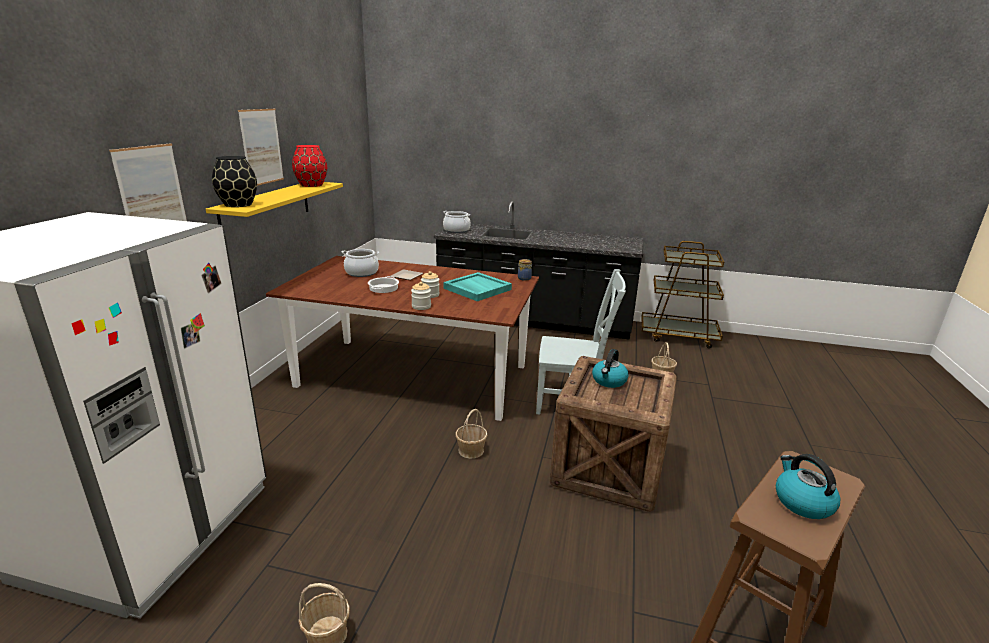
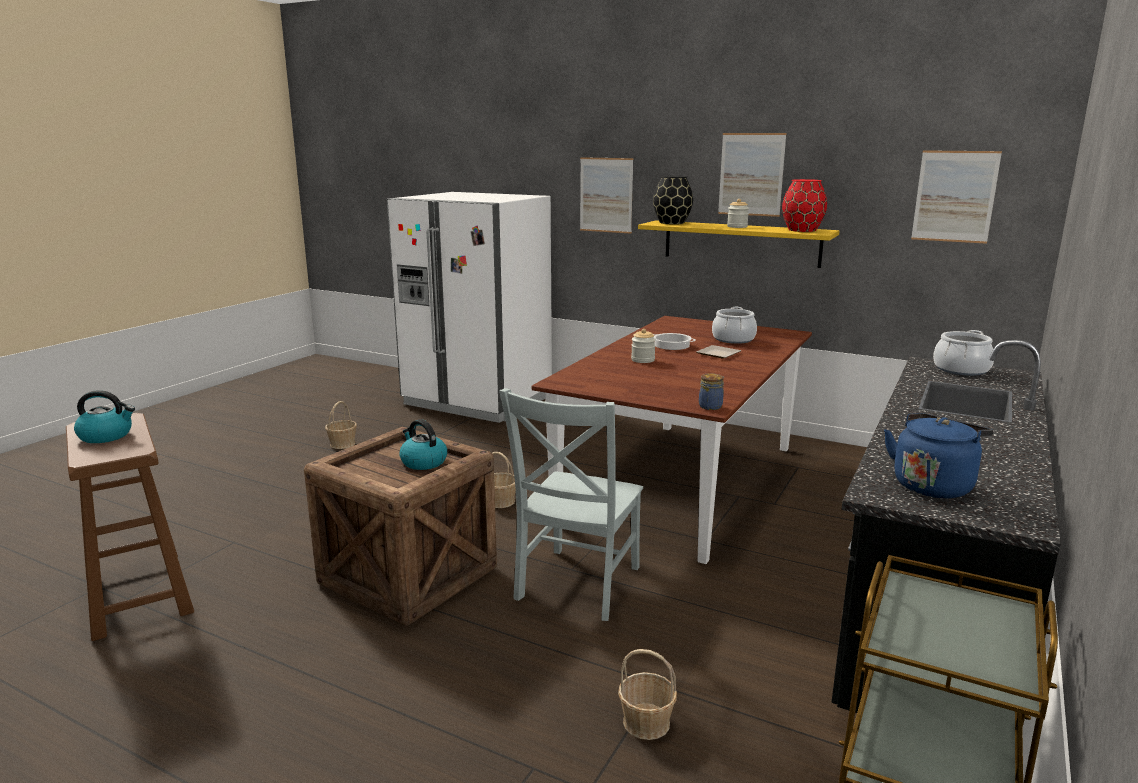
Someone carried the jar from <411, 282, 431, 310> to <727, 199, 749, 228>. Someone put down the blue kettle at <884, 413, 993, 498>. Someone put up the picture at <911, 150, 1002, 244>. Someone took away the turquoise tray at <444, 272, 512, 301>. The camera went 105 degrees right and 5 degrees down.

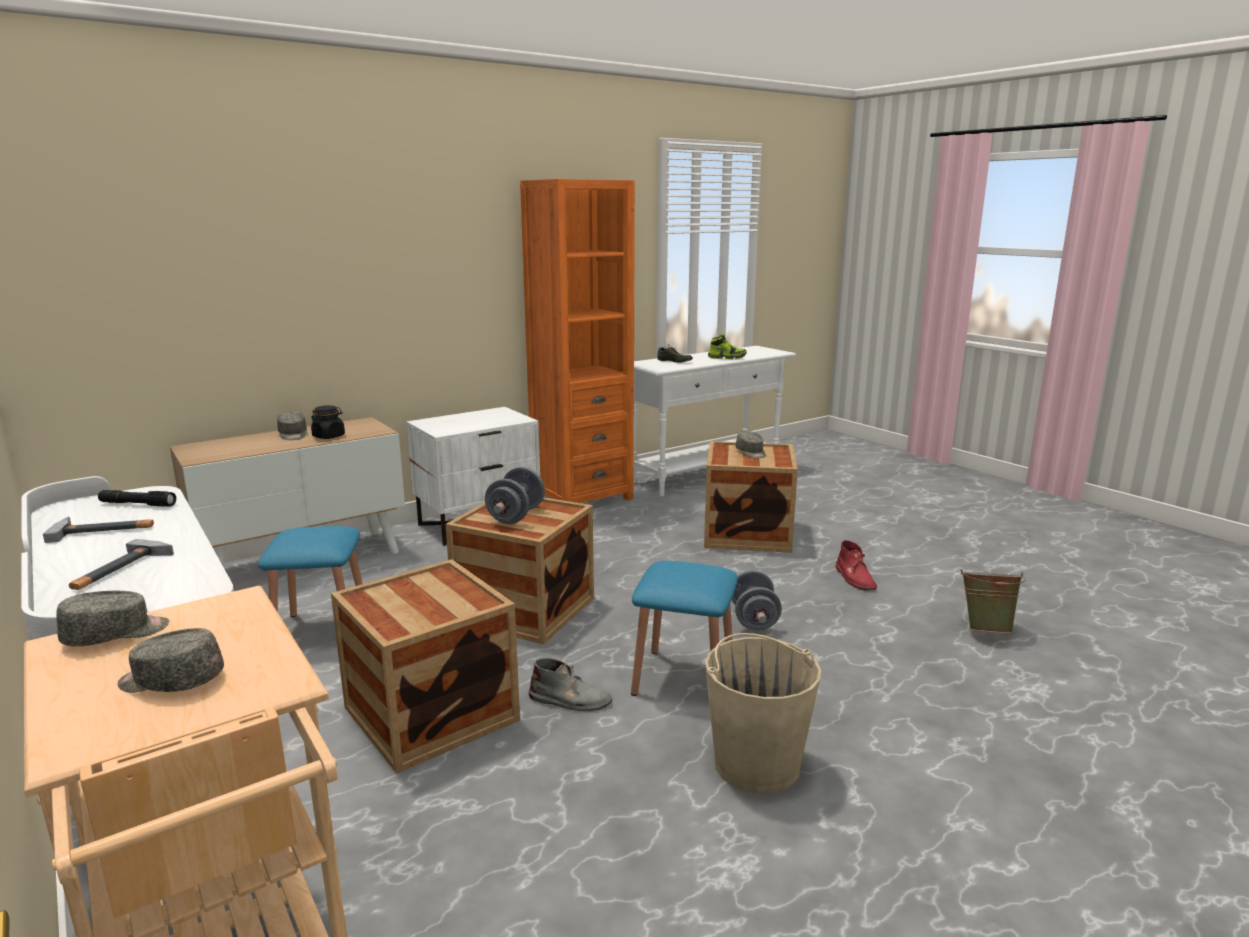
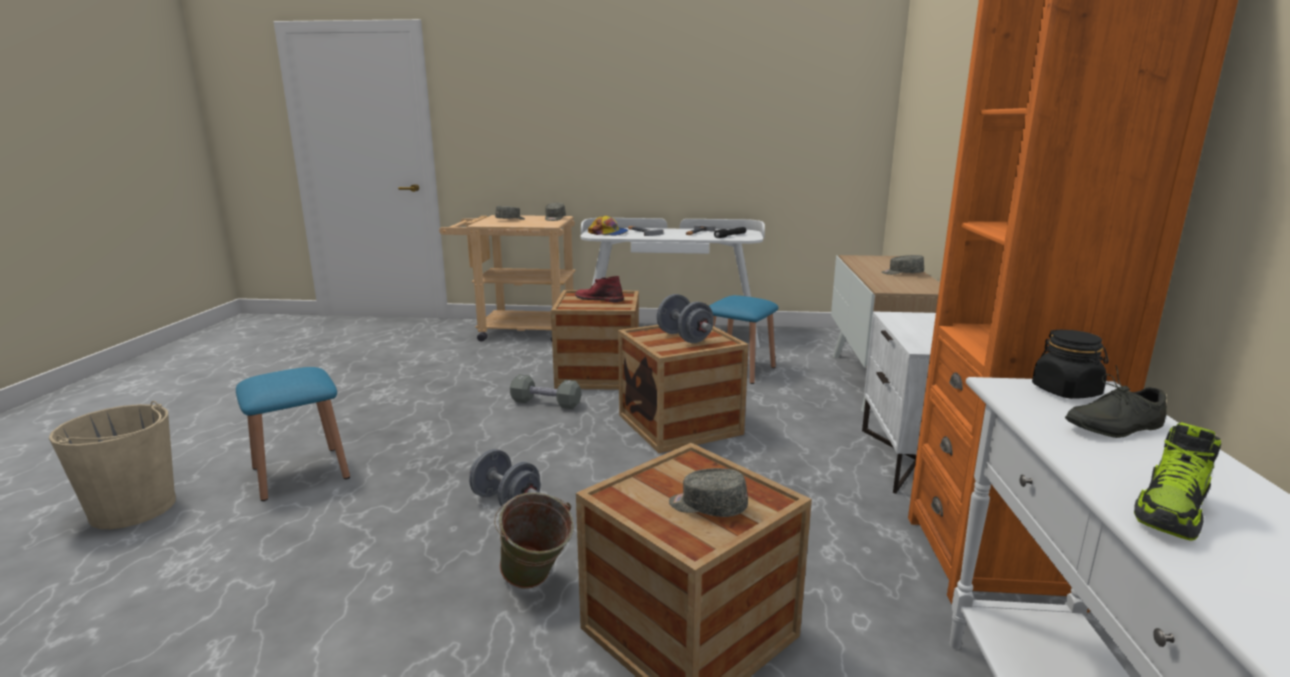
Someone carried the beige bucket from <705, 633, 821, 793> to <49, 401, 176, 529>. Someone carried the blue stool from <631, 561, 738, 696> to <236, 367, 350, 501>. Someone carried the green bucket from <961, 569, 1026, 633> to <494, 492, 574, 589>. Someone swapped the grey boot at <529, 658, 612, 711> for the grey dumbbell at <510, 374, 581, 409>. Someone carried the red boot from <836, 540, 877, 591> to <575, 276, 624, 302>. Someone put down the cap at <588, 216, 628, 236>. Someone carried the black jar from <311, 405, 345, 439> to <1032, 329, 1109, 399>. The camera went 130 degrees right and 0 degrees up.

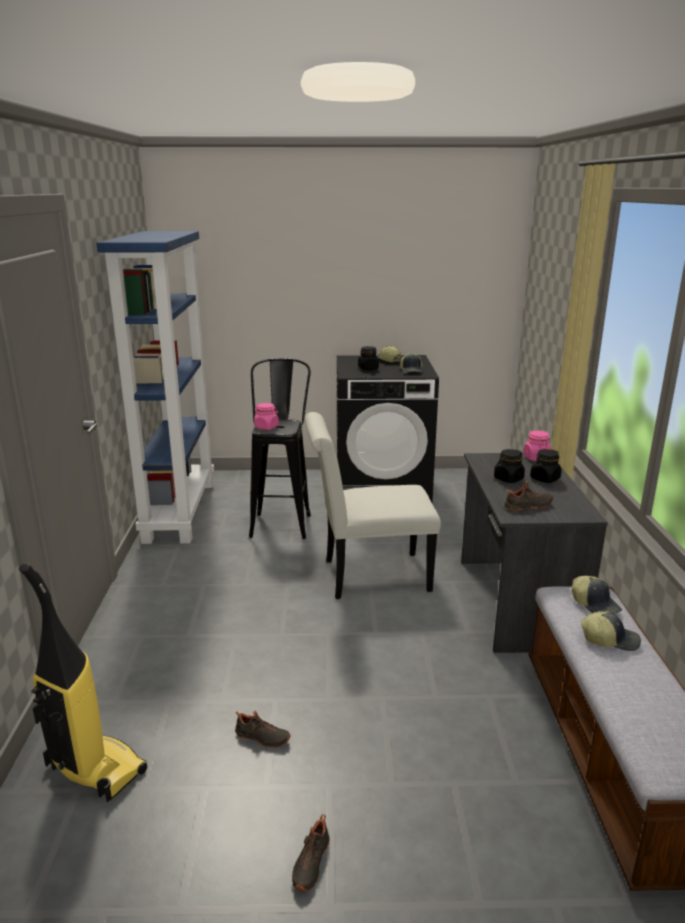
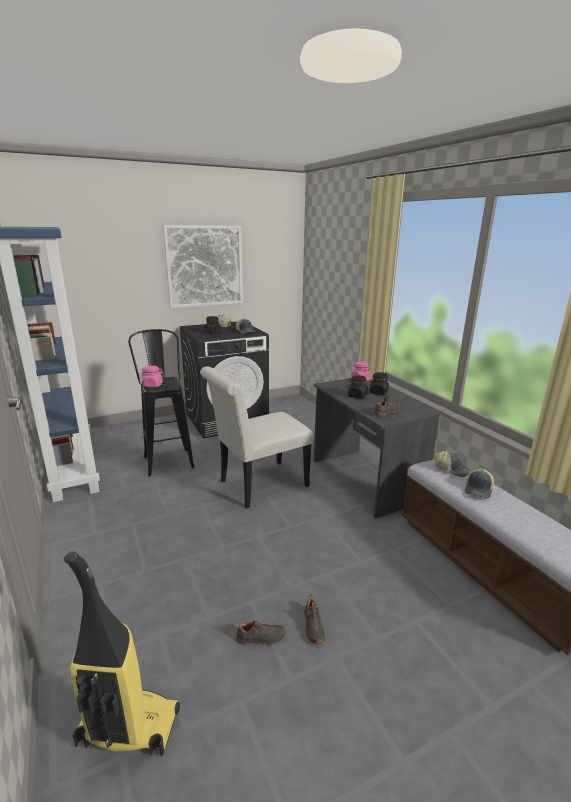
Someone put up the picture at <163, 225, 243, 308>. Someone carried the black shoe from <292, 814, 330, 891> to <304, 594, 325, 644>. Someone rotated the cap at <581, 611, 641, 651> by 135 degrees clockwise. The camera went 25 degrees left and 0 degrees up.

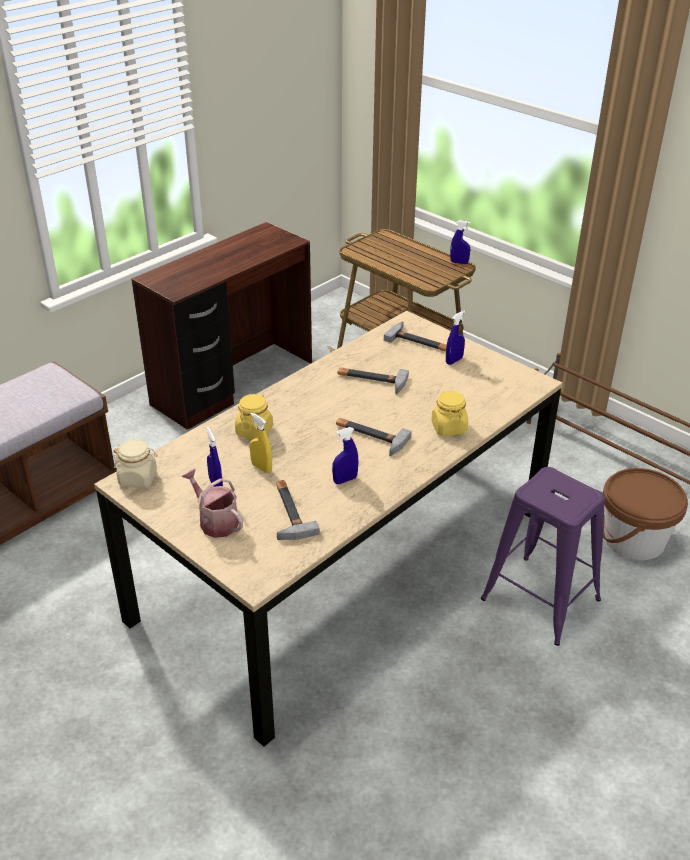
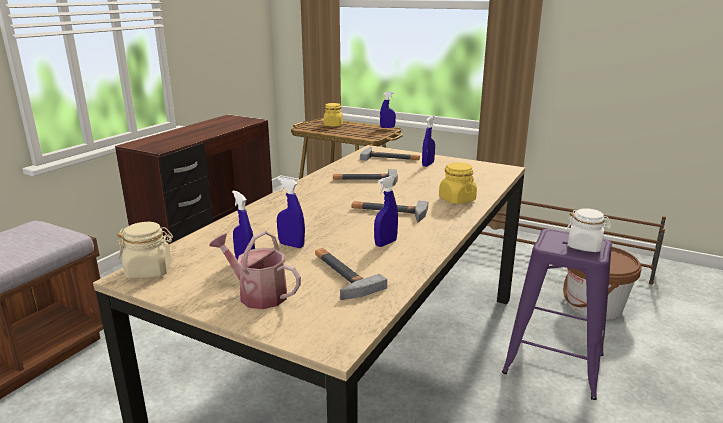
Someone repainted the yellow spray bottle at <250, 413, 272, 473>, which became the blue spray bottle at <277, 177, 305, 248>. Someone carried the yellow jar from <235, 394, 273, 439> to <324, 103, 343, 127>. Someone put down the white jar at <565, 208, 611, 252>. The camera went 15 degrees left and 15 degrees down.

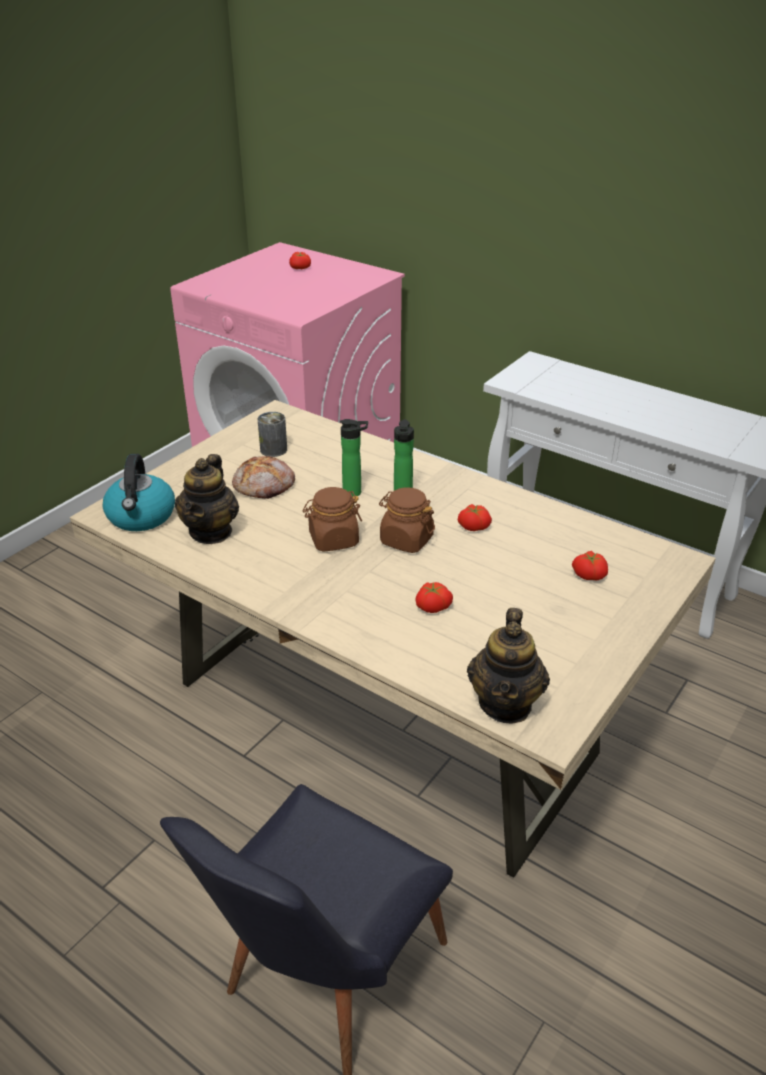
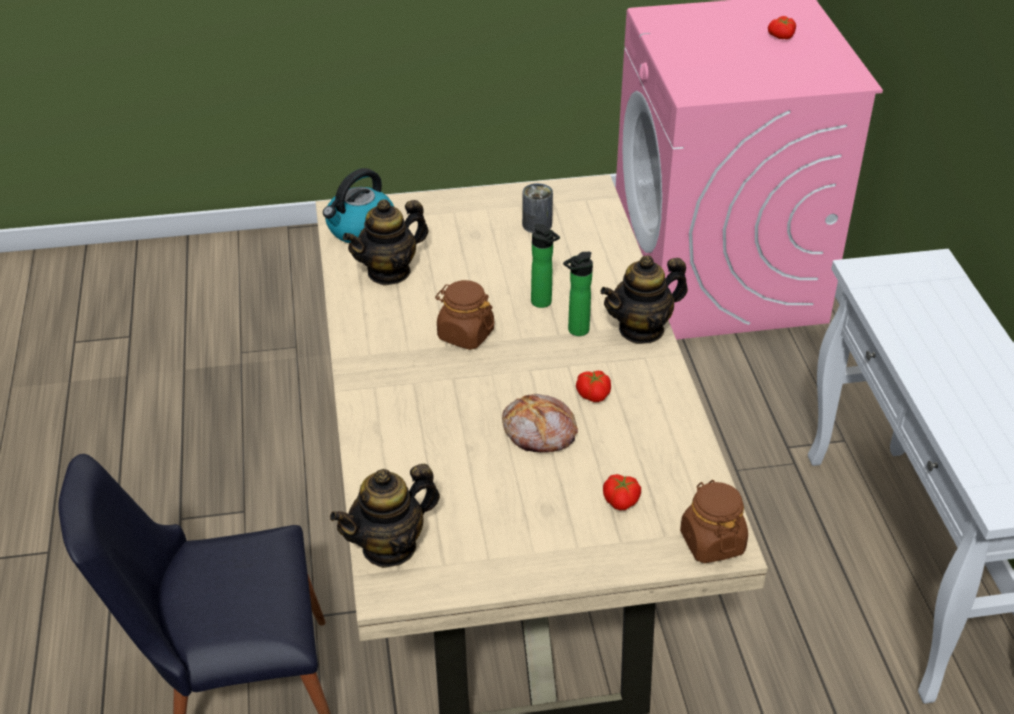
Someone carried the bread from <232, 456, 295, 499> to <502, 394, 578, 452>. Someone put down the teapot at <600, 255, 688, 344>. Someone carried the brown jar from <379, 487, 435, 553> to <680, 480, 748, 563>. Someone took away the tomato at <415, 582, 453, 613>. The camera went 45 degrees right and 5 degrees up.

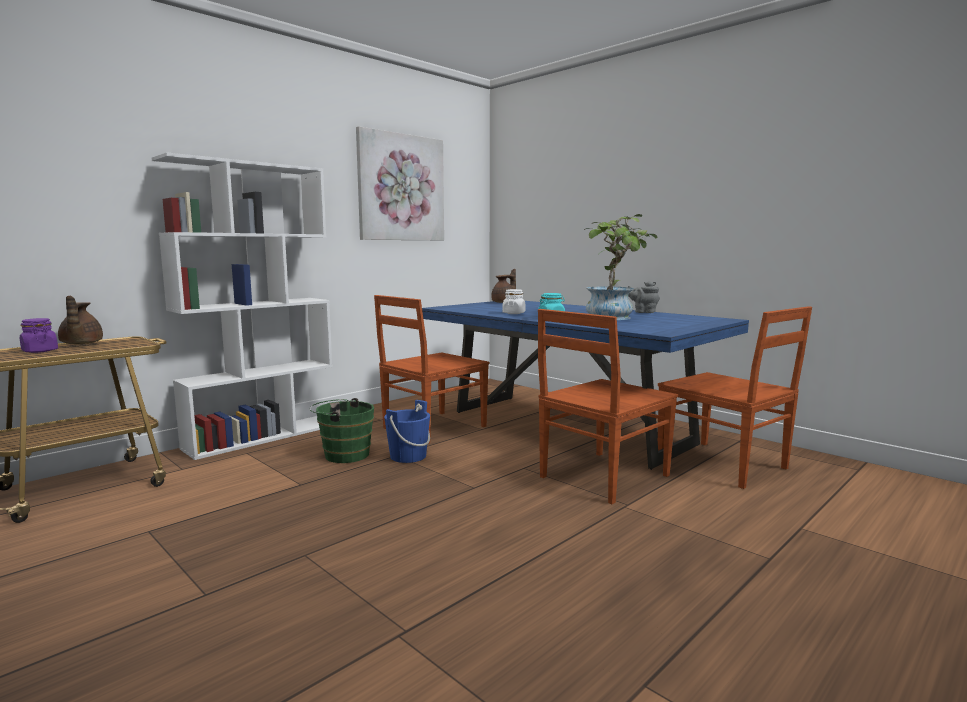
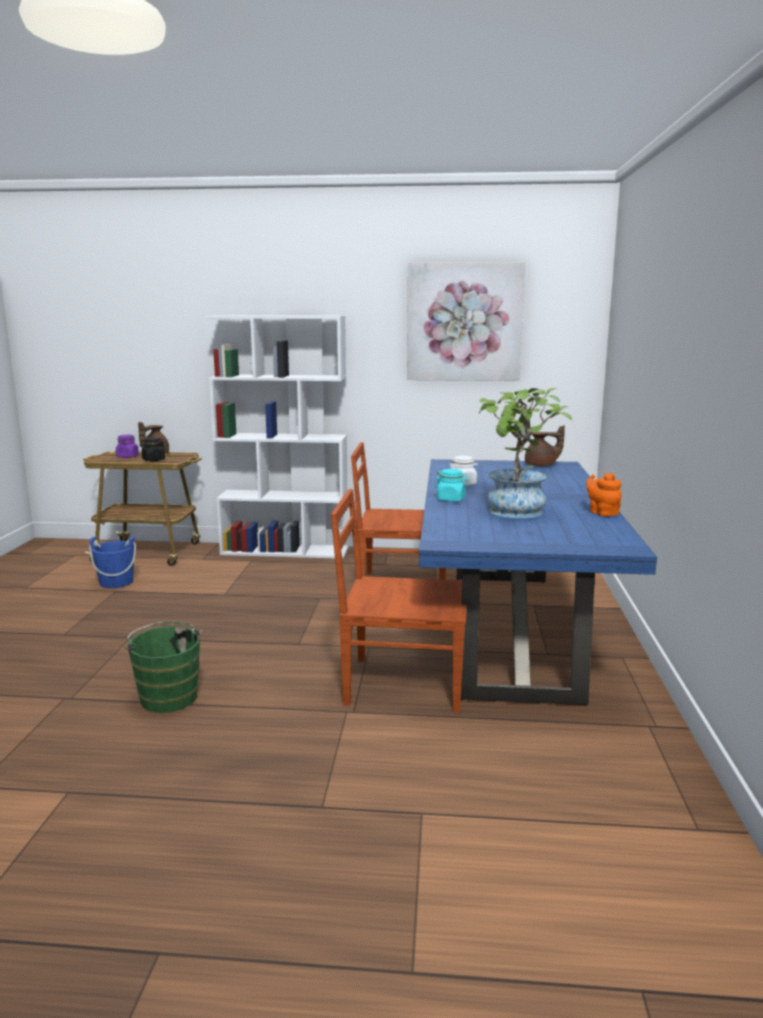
Someone carried the blue bucket from <384, 400, 430, 463> to <89, 536, 136, 588>. Someone carried the green bucket from <310, 398, 374, 463> to <124, 622, 202, 713>. Someone put down the black jar at <139, 437, 165, 461>. Someone repainted the grey teapot at <628, 281, 660, 313>, which became the orange teapot at <586, 473, 622, 517>. Someone took away the brown chair at <658, 306, 812, 489>. The camera went 50 degrees right and 5 degrees up.

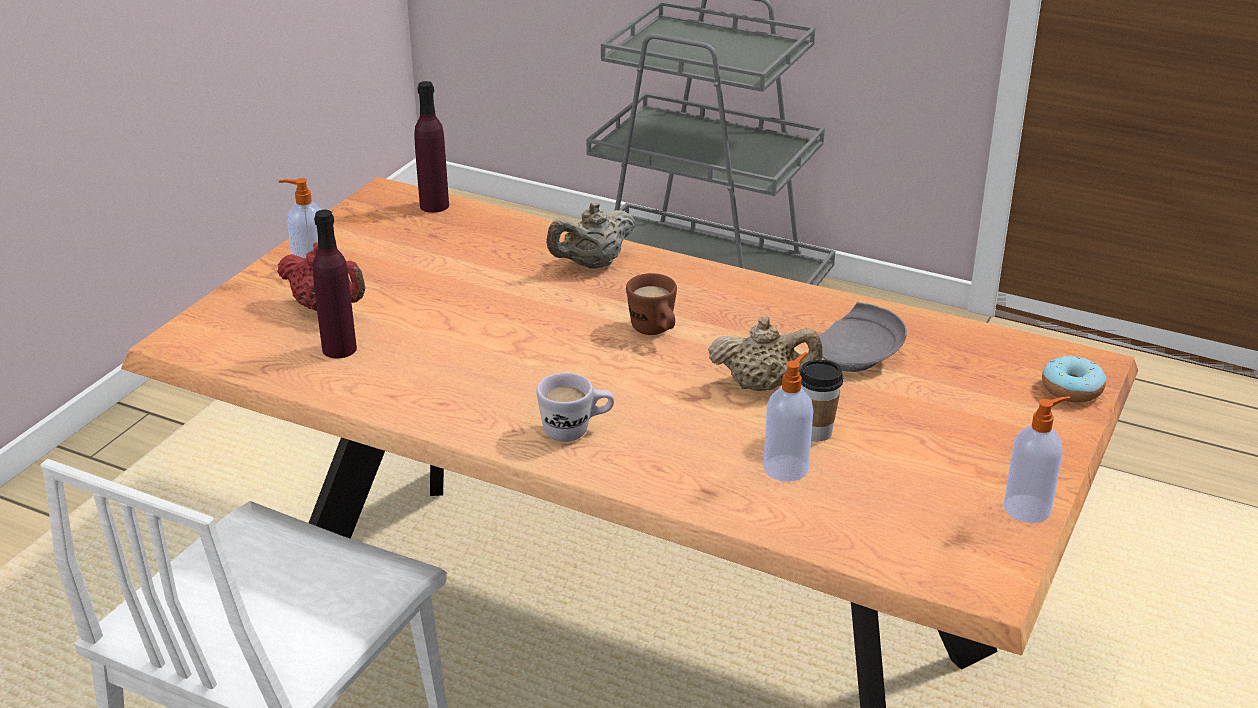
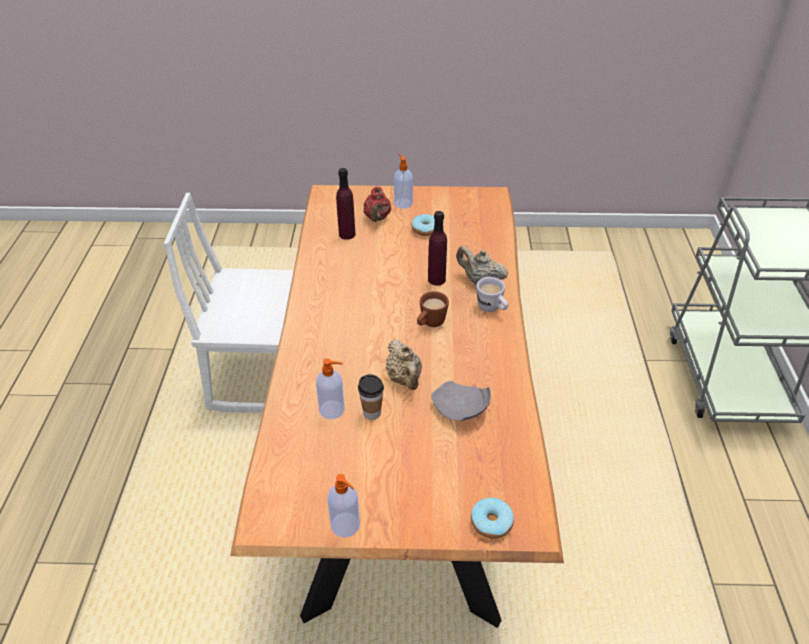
Someone put down the donut at <411, 214, 435, 236>. Someone carried the purple bottle from <414, 81, 449, 213> to <428, 211, 447, 286>. Someone carried the white mug from <536, 372, 614, 442> to <476, 277, 508, 312>. The camera went 65 degrees right and 10 degrees up.

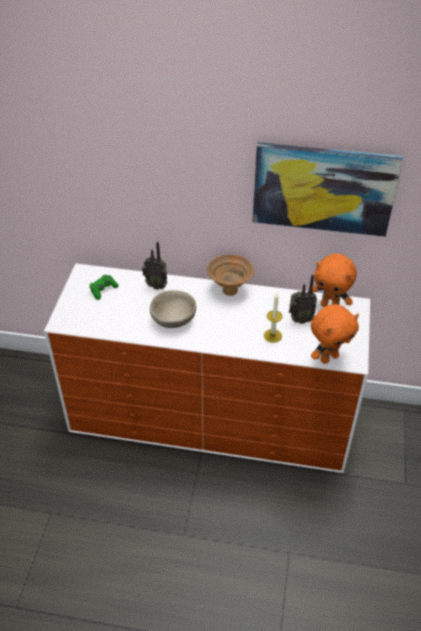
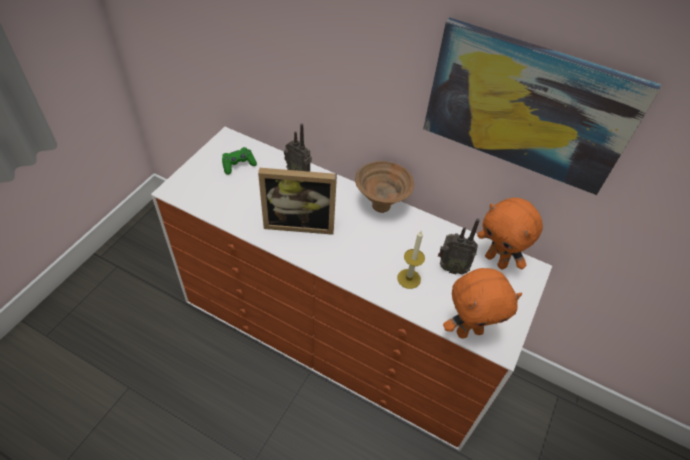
Someone swapped the beige bowl at <150, 290, 196, 328> for the picture frame at <258, 168, 337, 235>. The camera went 15 degrees right and 5 degrees up.

